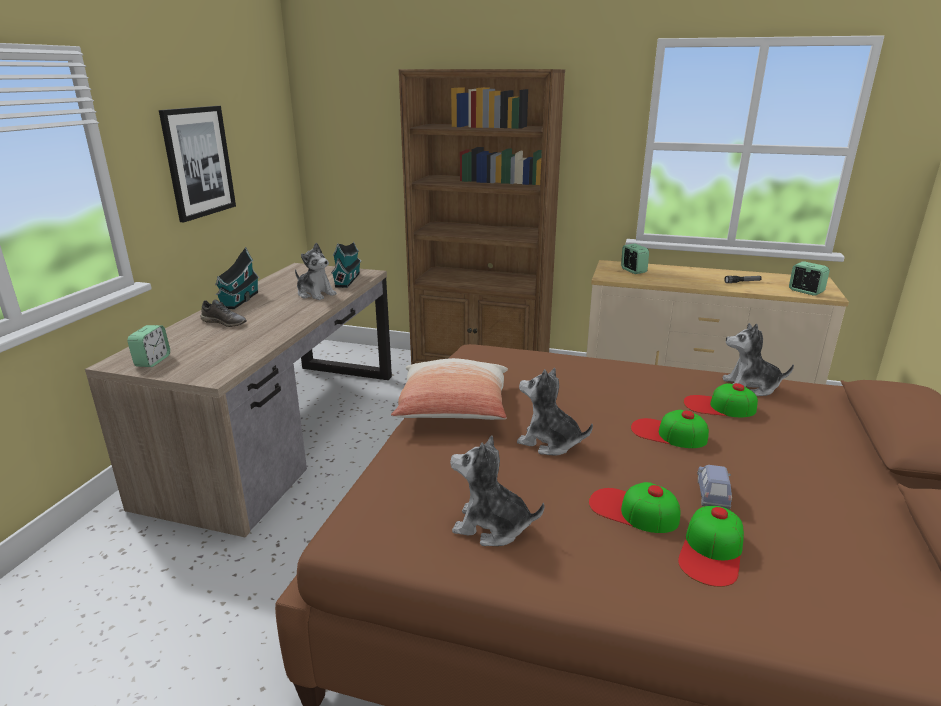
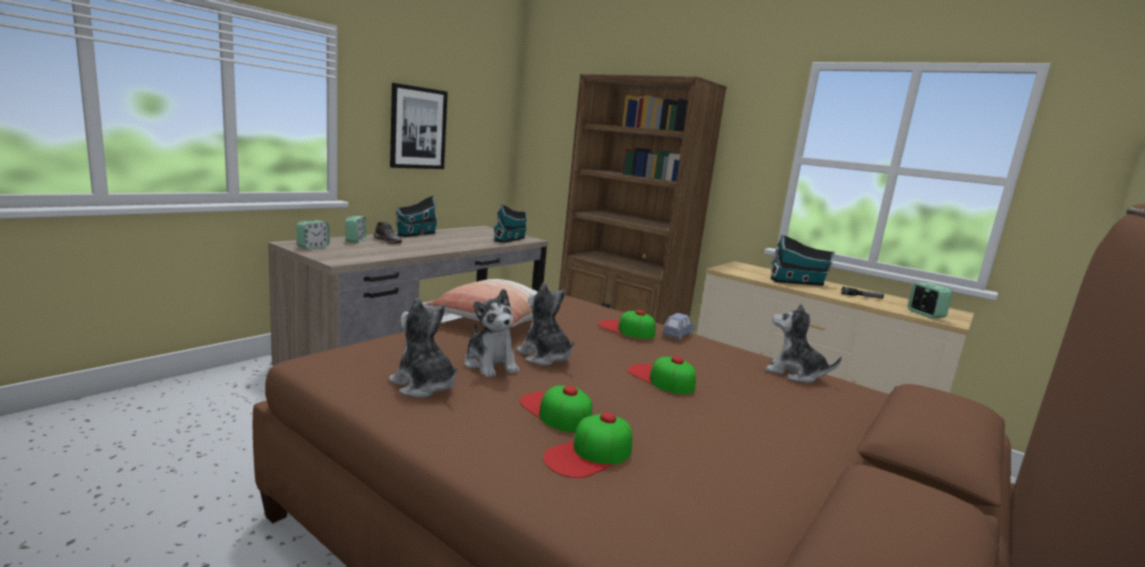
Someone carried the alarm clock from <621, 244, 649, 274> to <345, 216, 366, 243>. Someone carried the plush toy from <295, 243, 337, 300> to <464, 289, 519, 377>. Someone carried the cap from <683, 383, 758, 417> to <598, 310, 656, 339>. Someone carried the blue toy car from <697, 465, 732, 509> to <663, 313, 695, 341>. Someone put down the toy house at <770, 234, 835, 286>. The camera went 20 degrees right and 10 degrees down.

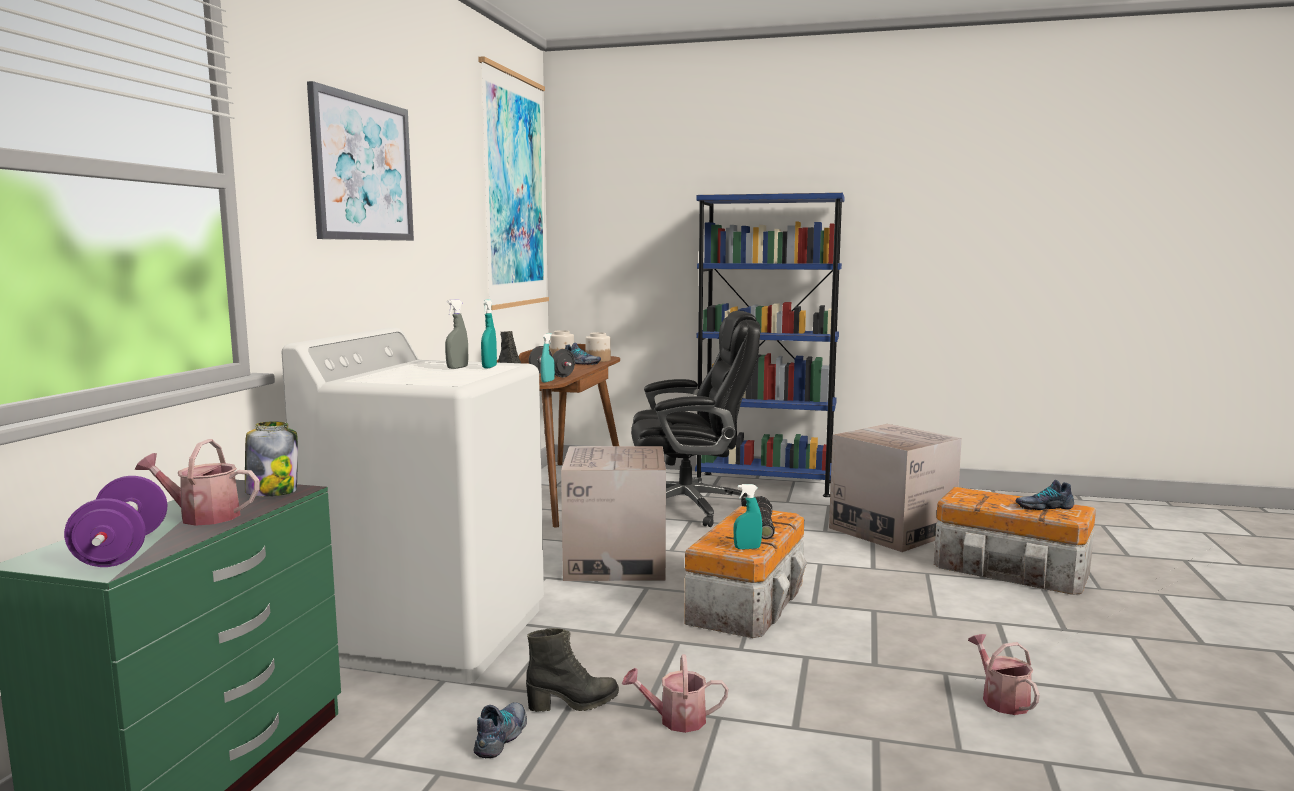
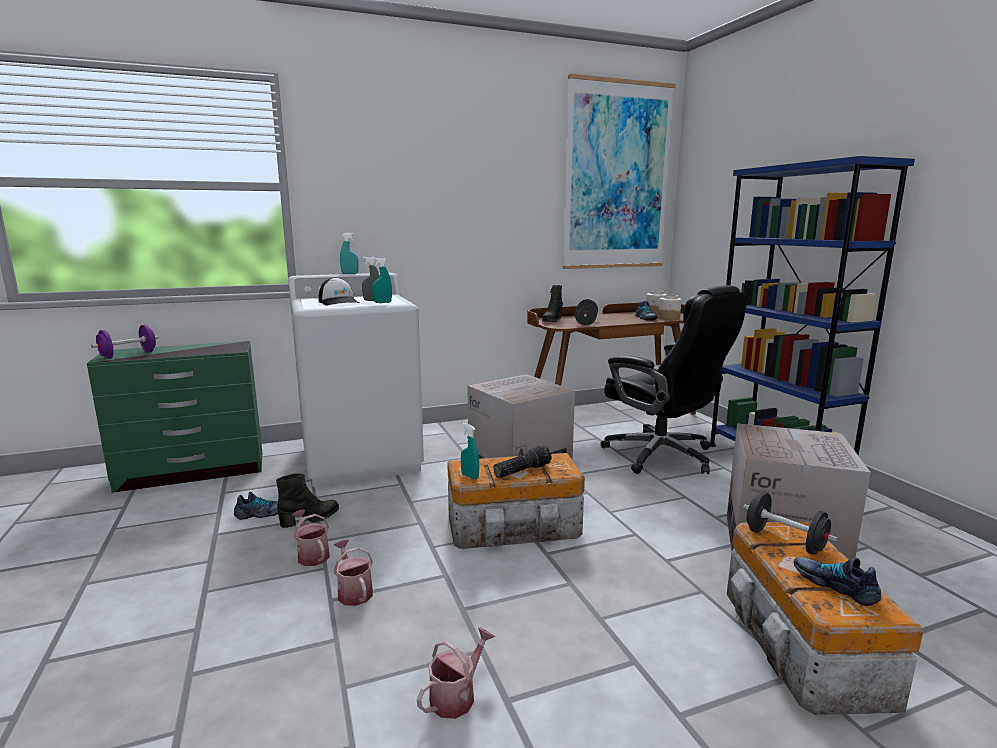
Someone rotated the black boot at <526, 628, 619, 712> by 75 degrees counterclockwise. Someone put down the cap at <319, 277, 359, 306>. Someone carried the watering can from <134, 439, 259, 526> to <334, 539, 373, 606>. Someone carried the turquoise spray bottle from <541, 333, 555, 383> to <340, 233, 359, 274>. Someone put down the black dumbbell at <743, 492, 838, 555>. Someone took away the jar at <245, 421, 298, 496>. Someone took away the picture at <307, 81, 414, 241>. The camera went 55 degrees right and 5 degrees up.

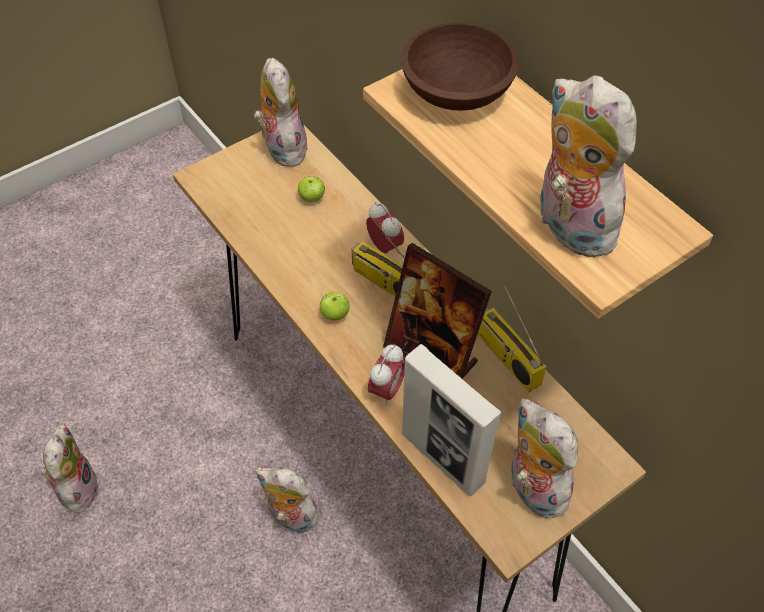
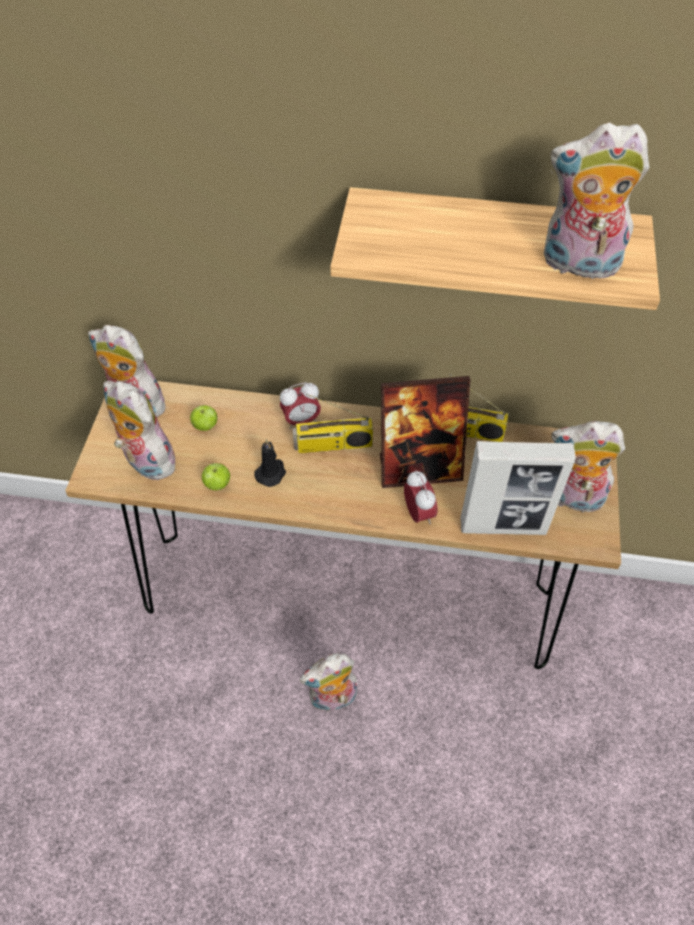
Someone carried the plush toy from <41, 424, 99, 515> to <103, 381, 175, 480>. Someone carried the apple from <320, 292, 350, 321> to <201, 463, 230, 490>. Someone put down the black candle at <254, 439, 286, 487>. Someone rotated the alarm clock at <366, 202, 404, 254> by 150 degrees clockwise. Someone took away the brown bowl at <401, 23, 519, 111>. The camera went 45 degrees left and 0 degrees up.

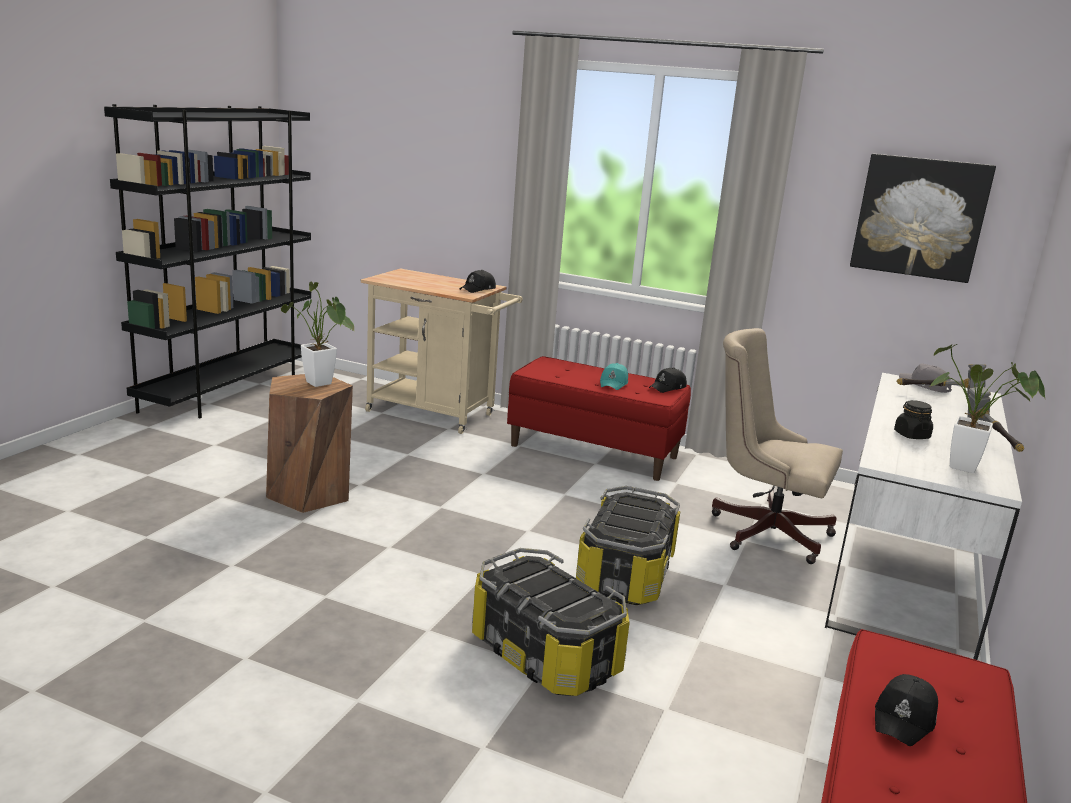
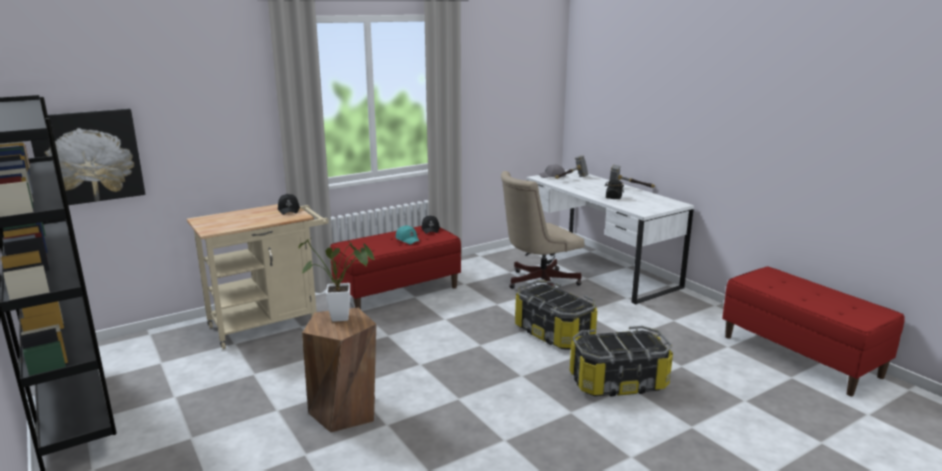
Someone carried the picture from <850, 154, 996, 283> to <31, 109, 145, 205>. Someone took away the black cap at <875, 674, 938, 746>. Someone took away the potted plant at <929, 344, 1045, 473>. The camera went 55 degrees left and 0 degrees up.

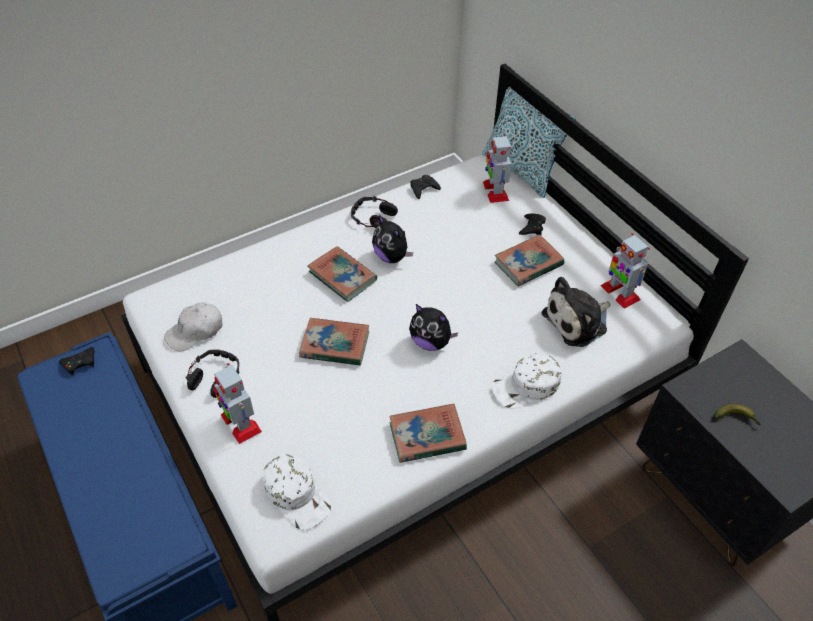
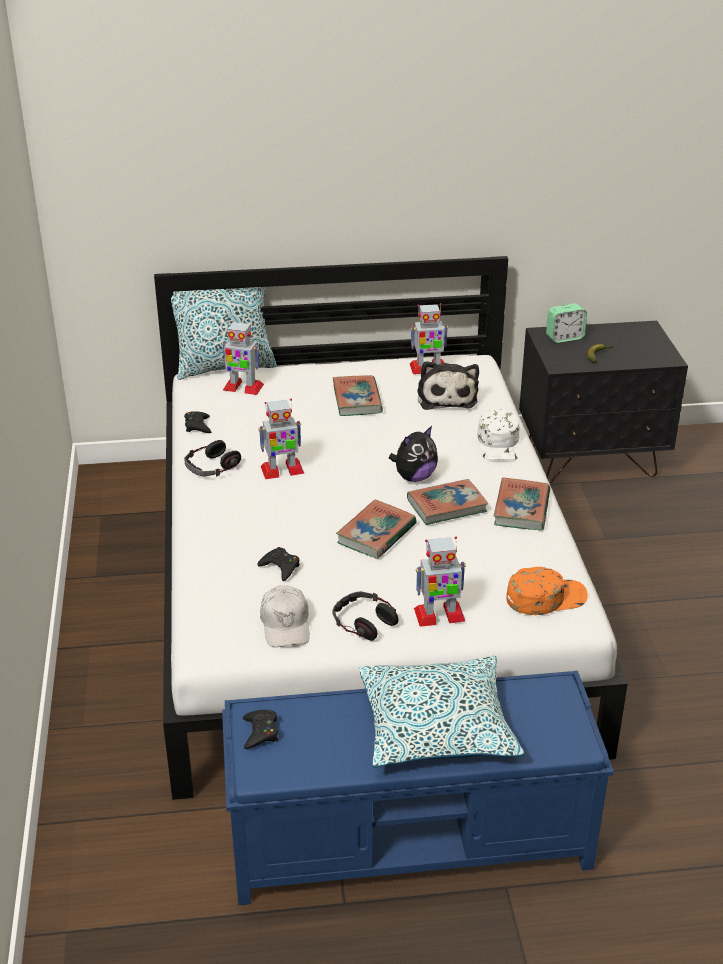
Someone carried the black game controller from <519, 214, 546, 235> to <257, 547, 300, 581>. Someone swapped the plush toy at <372, 215, 413, 263> for the toy robot at <258, 399, 304, 479>. Someone put down the pillow at <359, 656, 525, 768>. Someone carried the book from <308, 246, 377, 302> to <407, 479, 488, 525>. Someone repainted the white cap at <264, 454, 331, 530>, which became the orange cap at <506, 567, 588, 615>. Someone put down the alarm clock at <546, 303, 587, 343>. The camera went 65 degrees left and 15 degrees down.

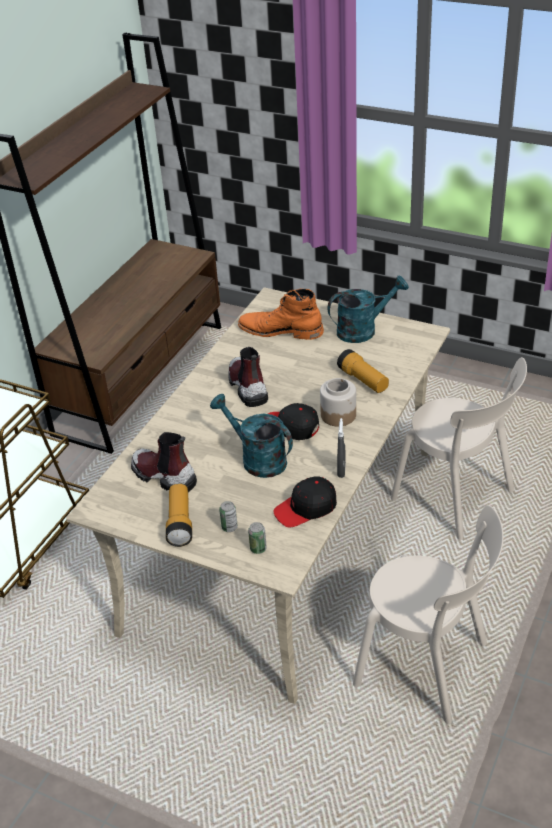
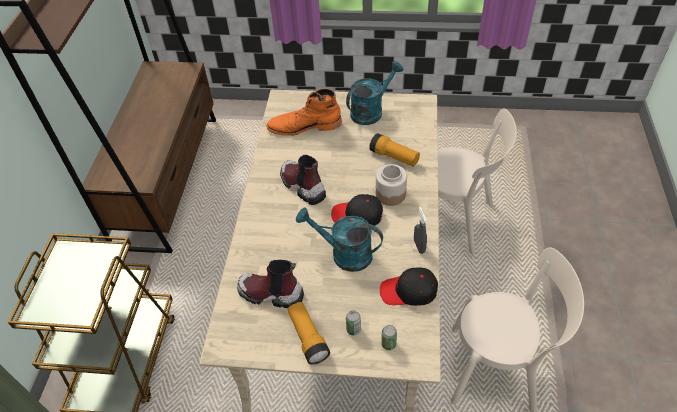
Someone rotated the black cap at <273, 476, 337, 528> by 45 degrees clockwise. The camera went 20 degrees left and 10 degrees up.

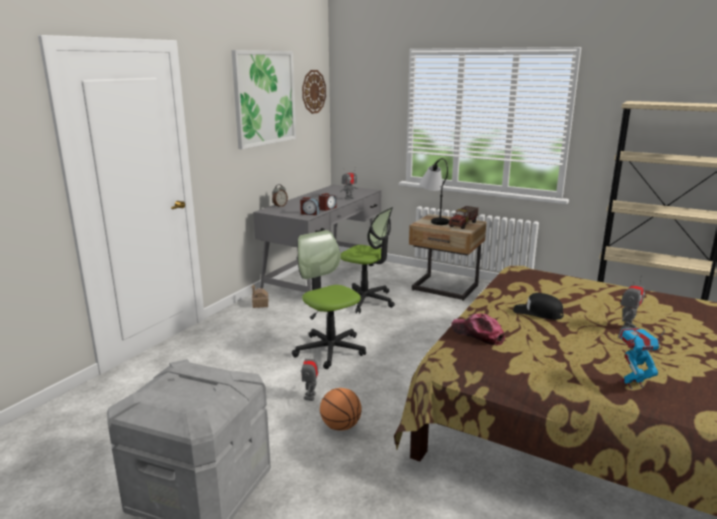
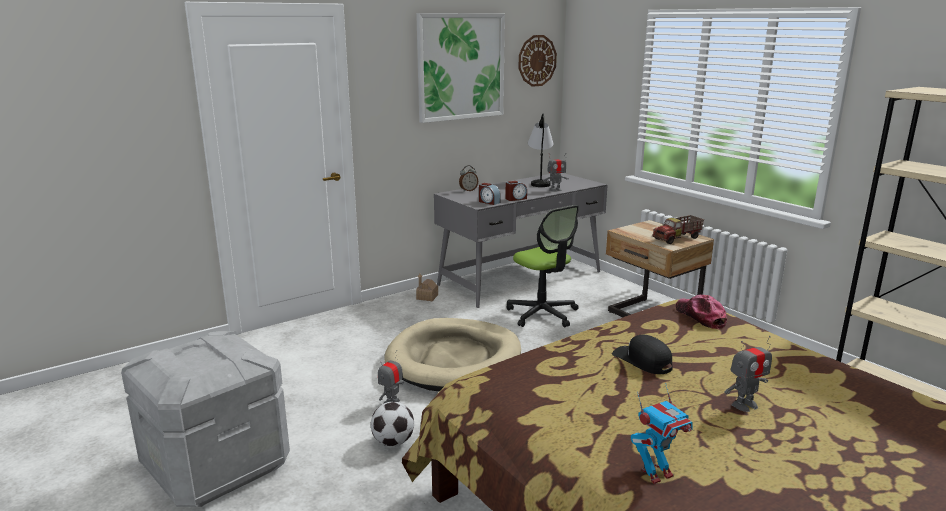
Someone swapped the basketball at <320, 388, 362, 431> for the football at <371, 402, 414, 446>. Someone swapped the office chair at <292, 230, 366, 369> for the beige dog bed at <384, 318, 521, 392>. Someone carried the table lamp from <420, 158, 449, 225> to <528, 114, 554, 187>. Someone rotated the toy robot at <619, 328, 665, 389> by 135 degrees clockwise. Someone carried the cap from <451, 313, 505, 346> to <676, 295, 727, 329>. The camera went 25 degrees right and 0 degrees up.

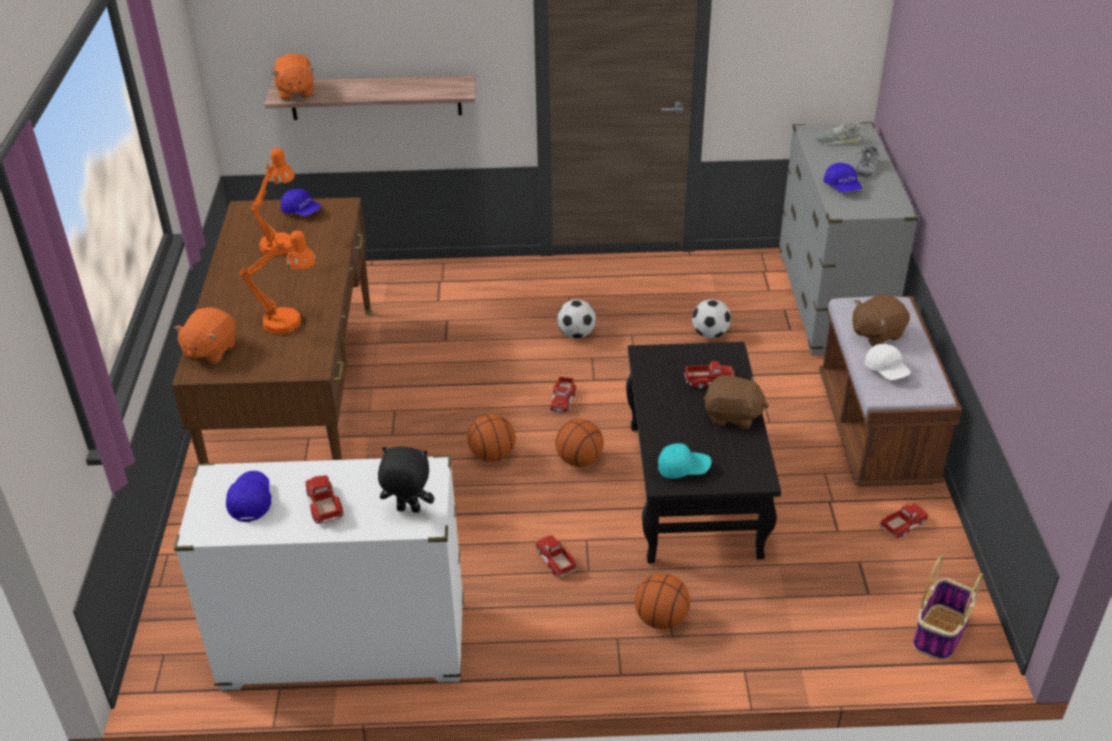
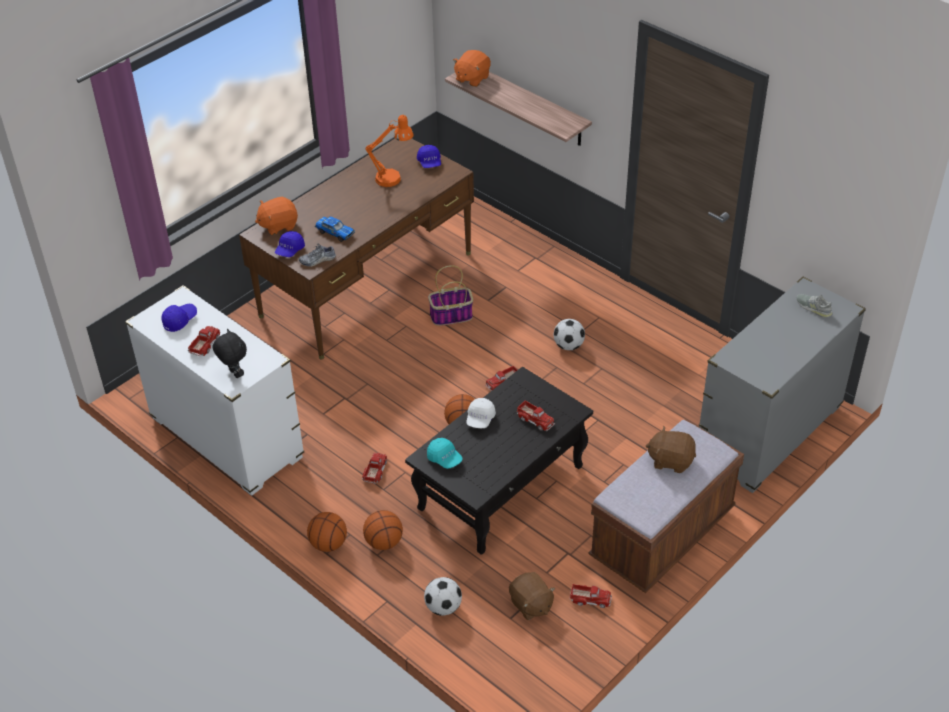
Someone carried the blue cap from <823, 163, 862, 192> to <275, 231, 305, 257>. Someone carried the shoe from <855, 146, 880, 177> to <299, 244, 336, 267>. Someone carried the basketball from <468, 414, 515, 462> to <307, 512, 347, 552>. Someone swapped the orange table lamp at <239, 230, 317, 334> for the toy car at <315, 216, 355, 242>. Someone carried the football from <692, 299, 731, 338> to <424, 577, 462, 616>. Someone carried the basket from <913, 555, 983, 660> to <428, 265, 473, 326>. Someone carried the white cap from <865, 344, 911, 380> to <466, 398, 496, 428>. Someone carried the brown plush toy from <704, 375, 769, 429> to <509, 572, 555, 620>. The camera went 45 degrees right and 5 degrees up.

